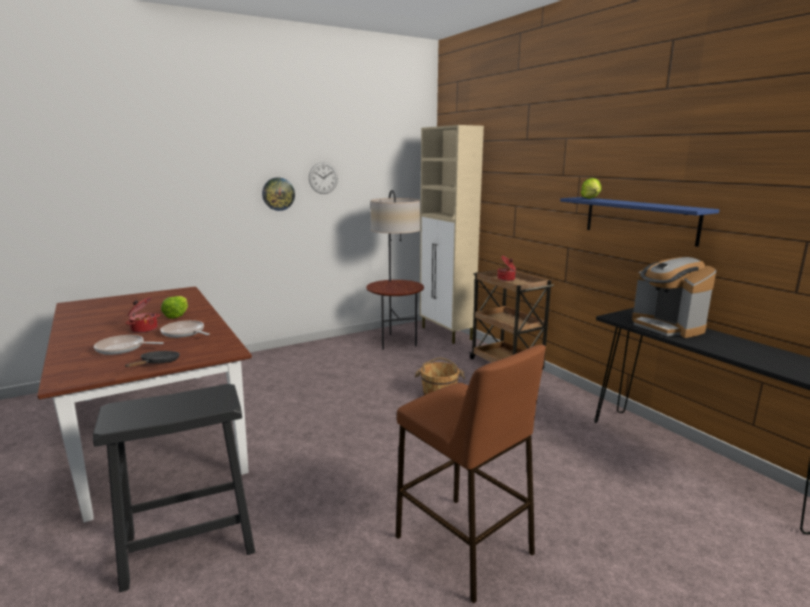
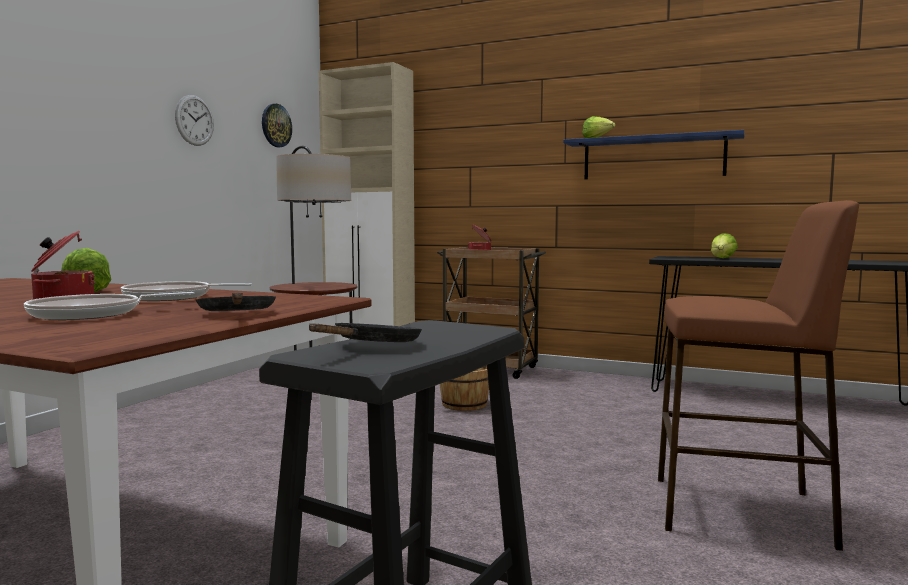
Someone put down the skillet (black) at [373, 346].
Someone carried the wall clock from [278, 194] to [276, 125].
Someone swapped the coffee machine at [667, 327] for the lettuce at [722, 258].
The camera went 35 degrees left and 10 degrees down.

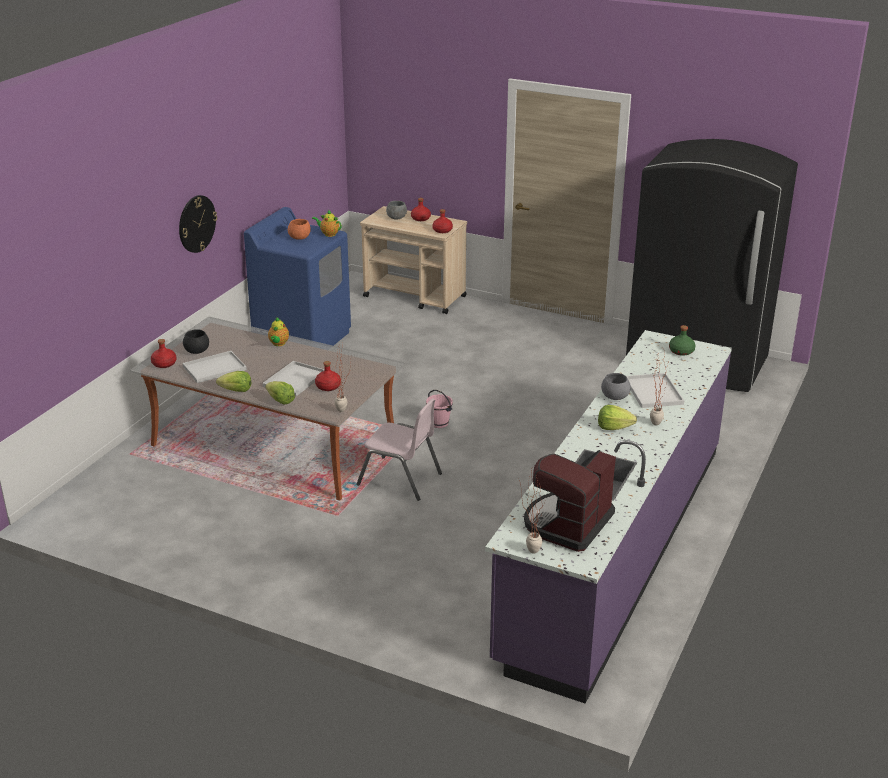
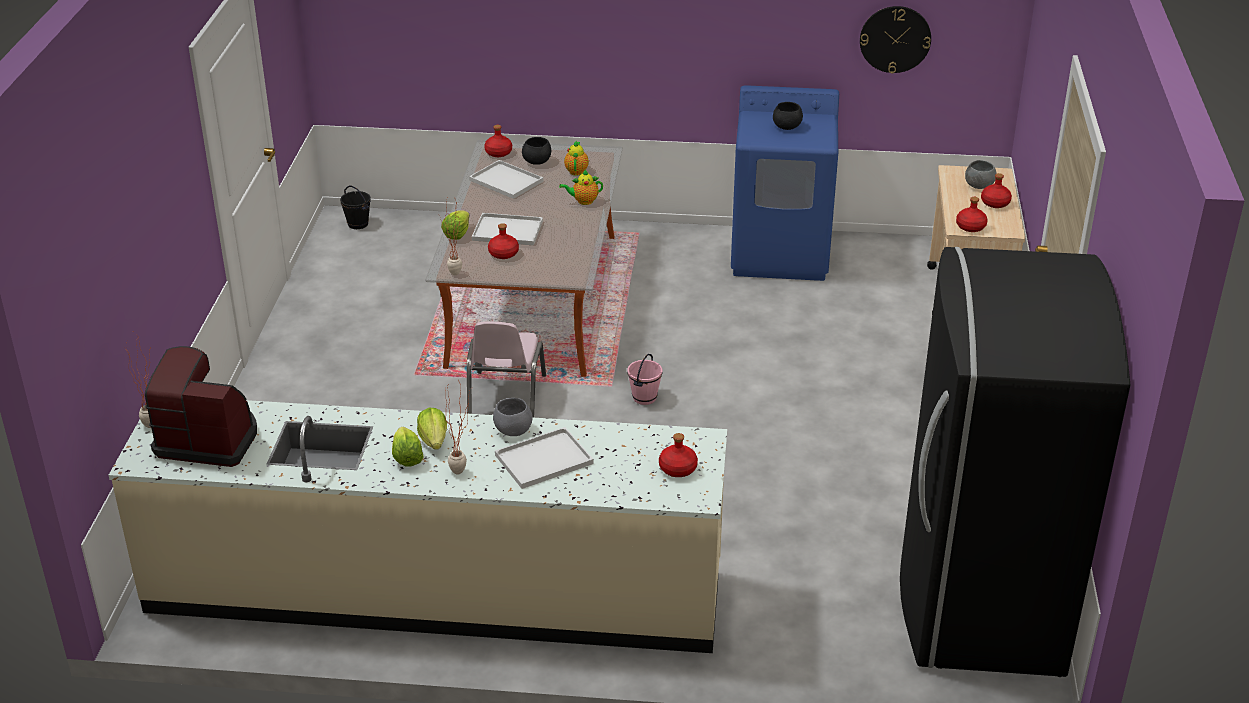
Someone put down the bucket (black) at [358, 224].
Someone carried the wall clock from [196, 223] to [895, 39].
Someone carried the lettuce from [236, 390] to [407, 457].
Someone carried the teapot from [328, 234] to [576, 170].
Someone repainted the deep dish (orangey) at [299, 238], which became the deep dish (black) at [786, 127].
Someone repainted the counter (purple) at [614, 548], which became the counter (sand-coloured) at [435, 589].
Someone repainted the bottle (greenish) at [681, 351], which became the bottle (red) at [677, 468].
The camera went 70 degrees right and 5 degrees up.

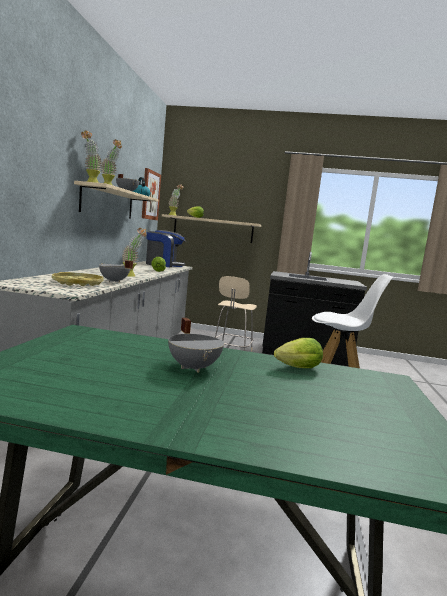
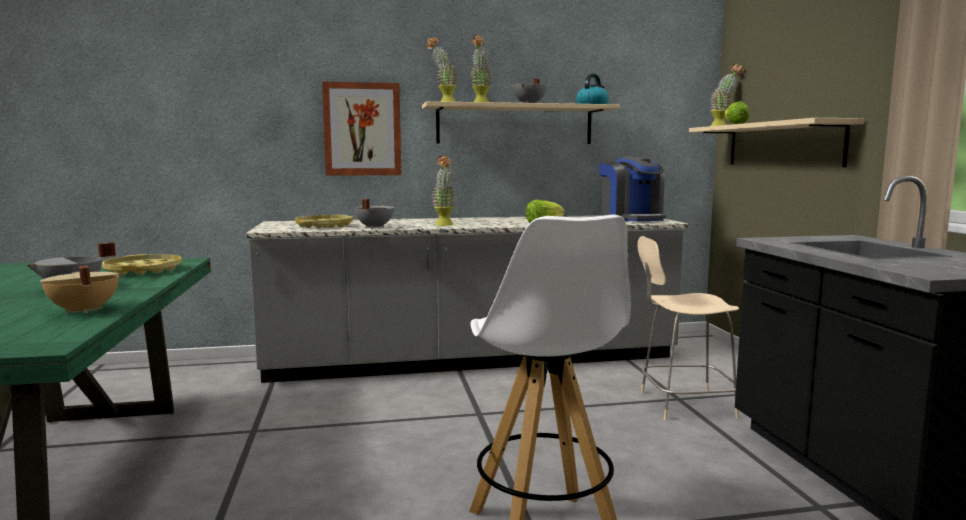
Someone put down the carrying tray (yellow-coloured) at [143, 270].
Someone carried the wall art from [150, 195] to [362, 129].
Someone swapped the lettuce at [295, 368] for the saucepot (sand-coloured) at [82, 311].
The camera went 70 degrees right and 0 degrees up.

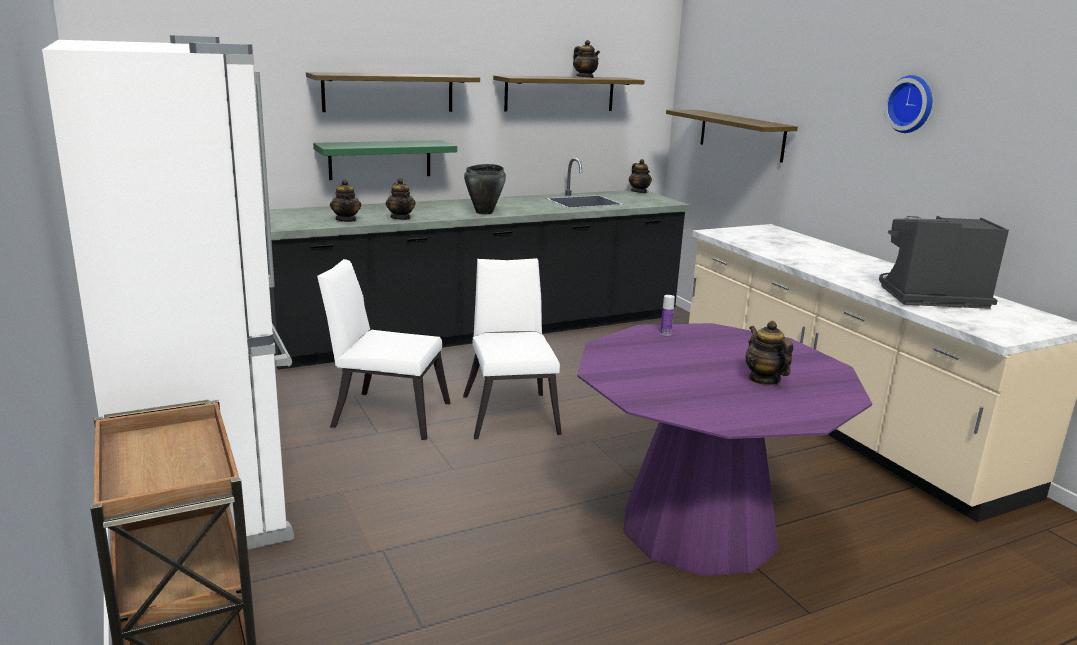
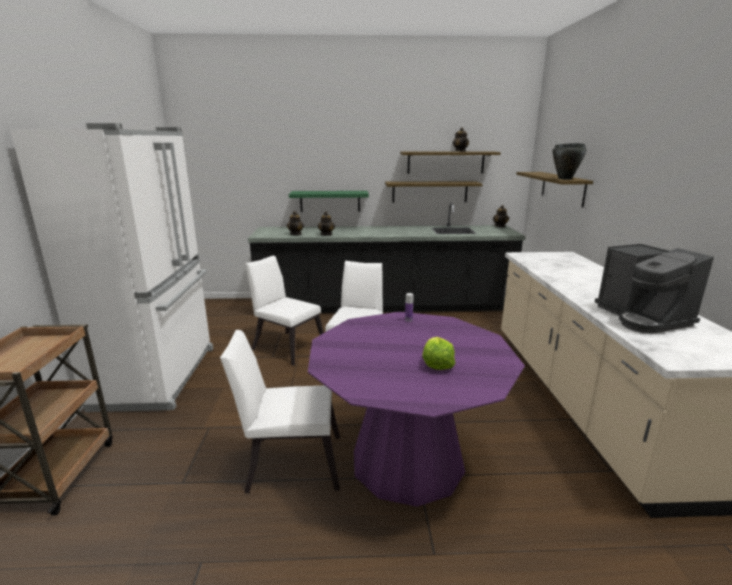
Someone took away the wall clock at [911, 104].
Someone put down the chair (whitish) at [288, 462].
Someone carried the wall shelf from [388, 92] to [429, 191].
Someone carried the saucepot (black) from [484, 212] to [565, 179].
Someone swapped the teapot at [764, 379] for the lettuce at [437, 364].
Someone rotated the coffee machine at [929, 297] by 135 degrees counterclockwise.
The camera went 25 degrees right and 0 degrees up.

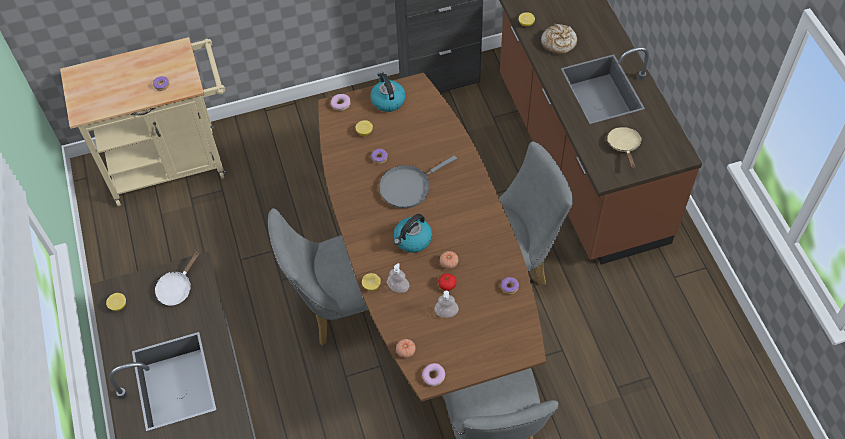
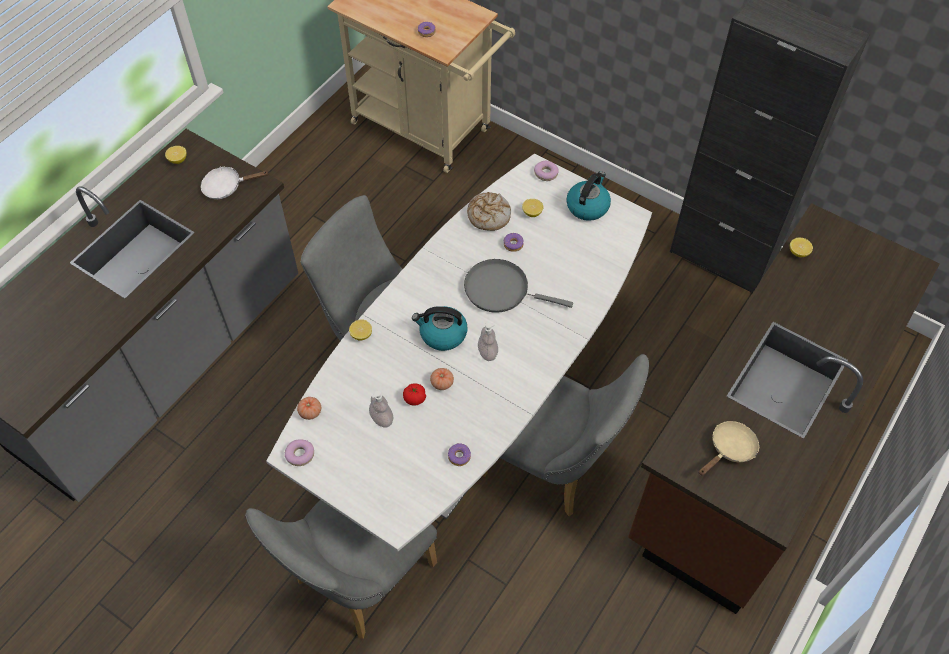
Someone carried the soap dispenser from [398, 287] to [487, 352].
Someone carried the bakery bread from [558, 42] to [488, 215].
Someone repainted the kitchen table (brownish) at [425, 285], which became the kitchen table (whitish) at [474, 407].
The camera went 50 degrees right and 0 degrees up.

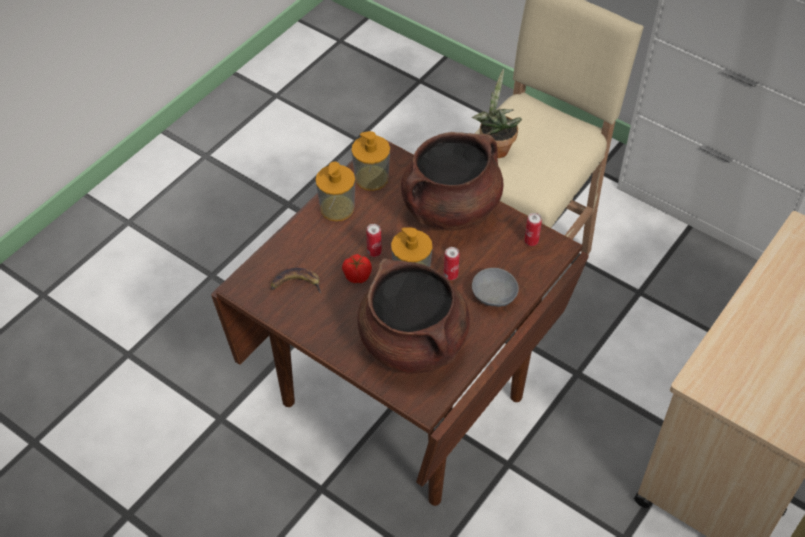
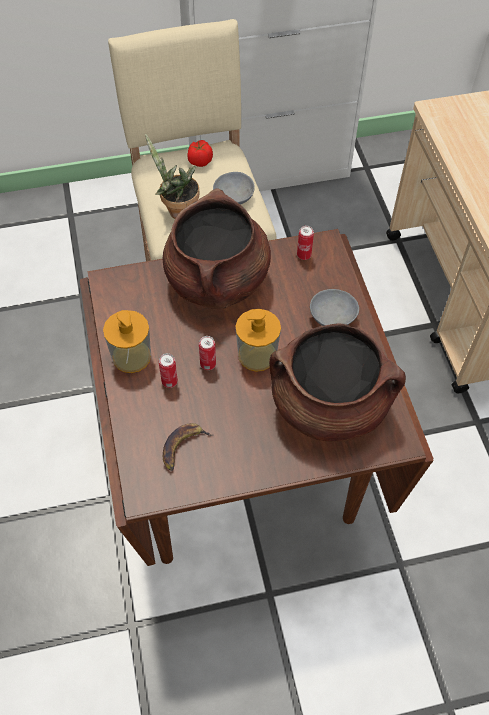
Someone took away the soap dispenser at [371, 178].
Someone put down the deep dish (grey) at [232, 195].
Someone carried the whole tomato from [356, 275] to [199, 161].
Someone carried the metal can from [450, 275] to [169, 381].
The camera went 50 degrees left and 5 degrees up.

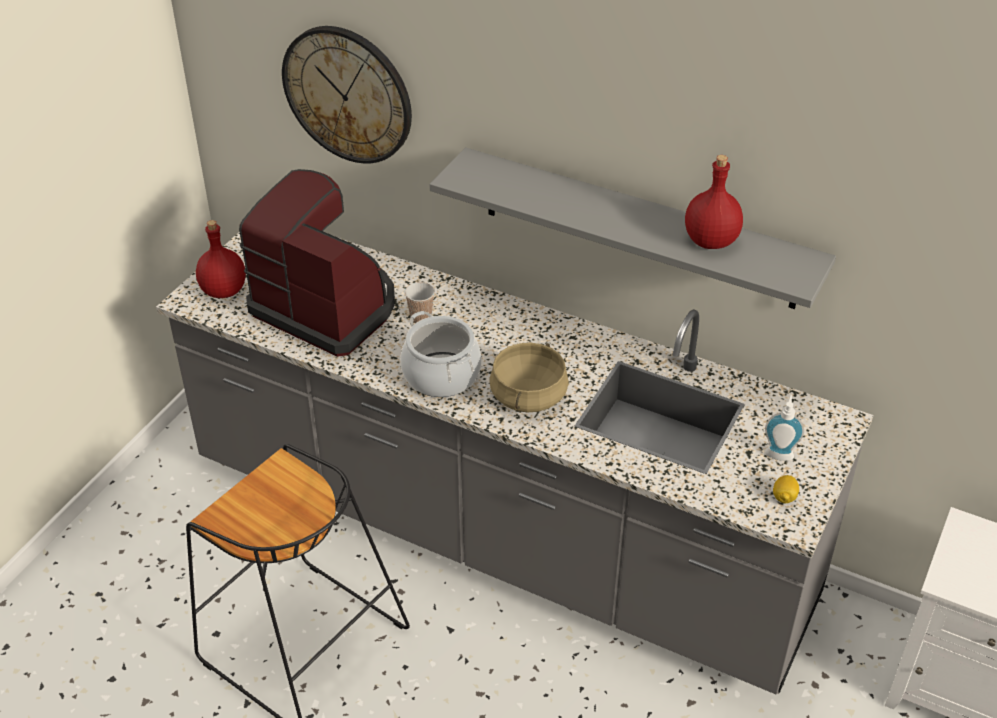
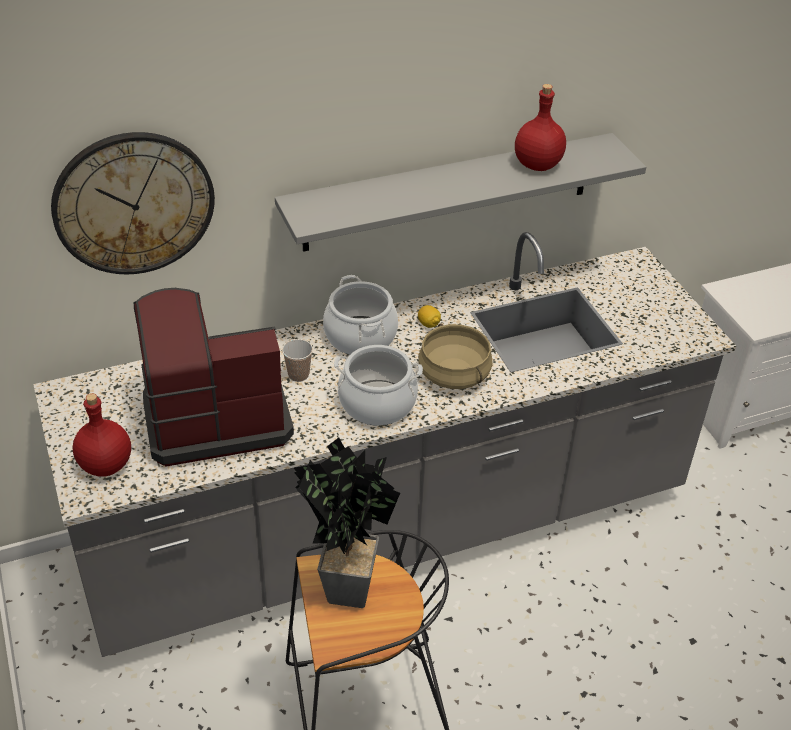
Someone took away the soap dispenser at [779, 452].
Someone put down the plant in a pot at [342, 586].
Someone put down the saucepot at [360, 336].
Someone carried the whole lemon from [784, 497] to [428, 324].
The camera went 50 degrees left and 0 degrees up.

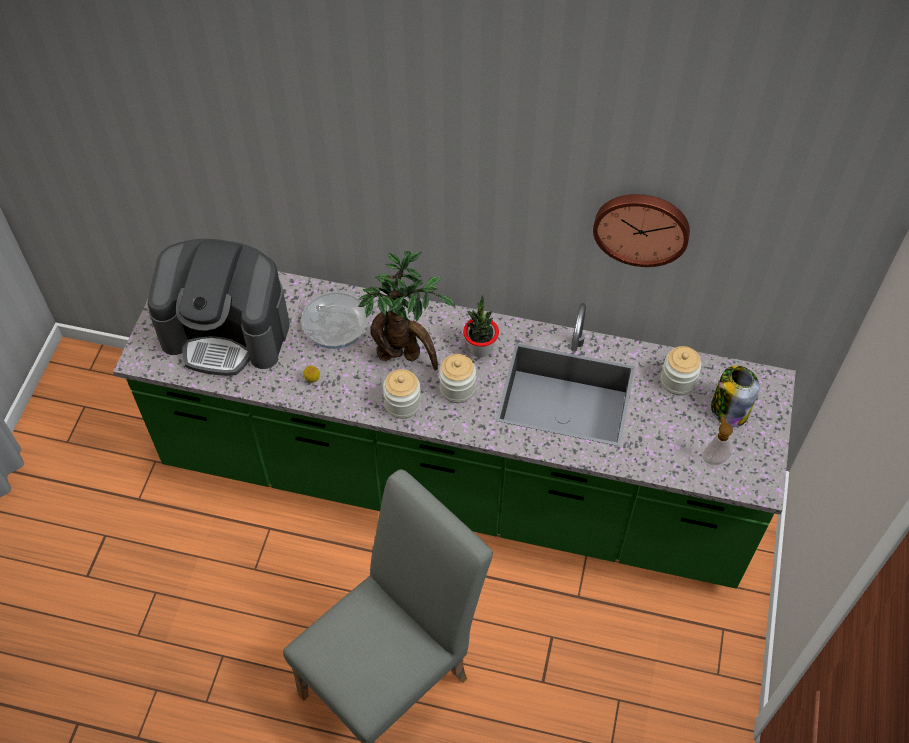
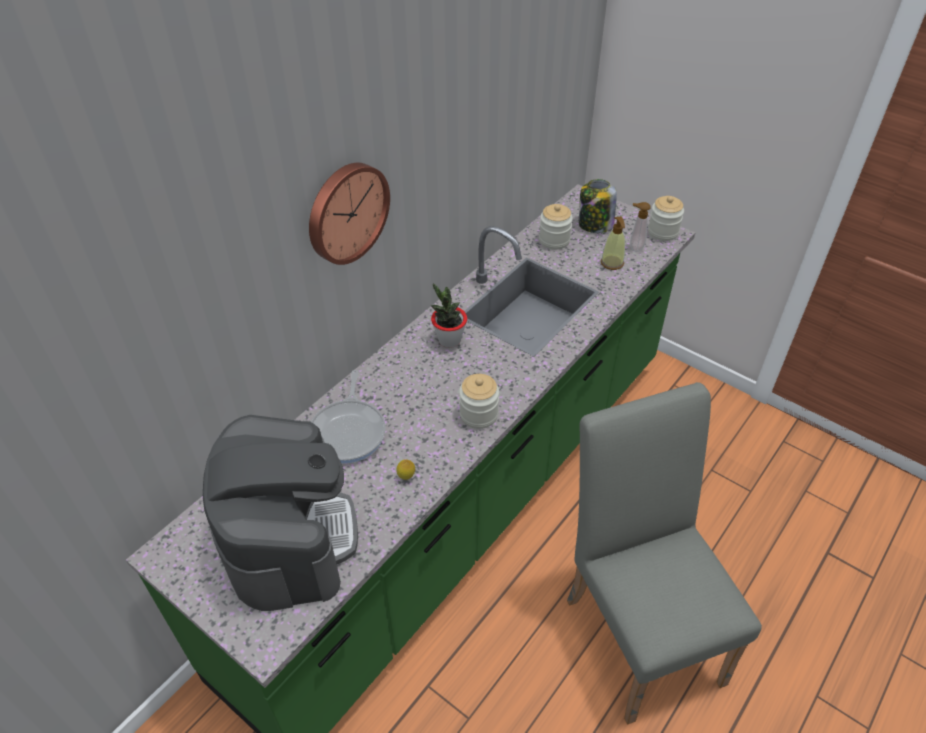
Someone took away the plant in a pot at [404, 355].
Someone put down the soap dispenser at [612, 263].
Someone carried the preserve jar from [457, 388] to [663, 232].
Someone carried the wall clock from [642, 227] to [346, 212].
Someone rotated the coffee machine at [227, 331] by 45 degrees counterclockwise.
The camera went 65 degrees left and 10 degrees down.

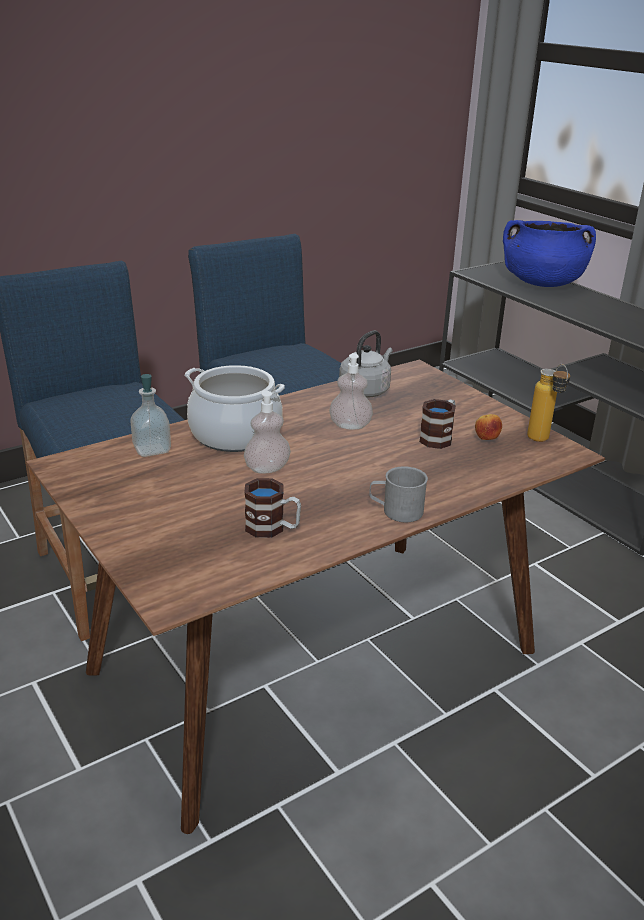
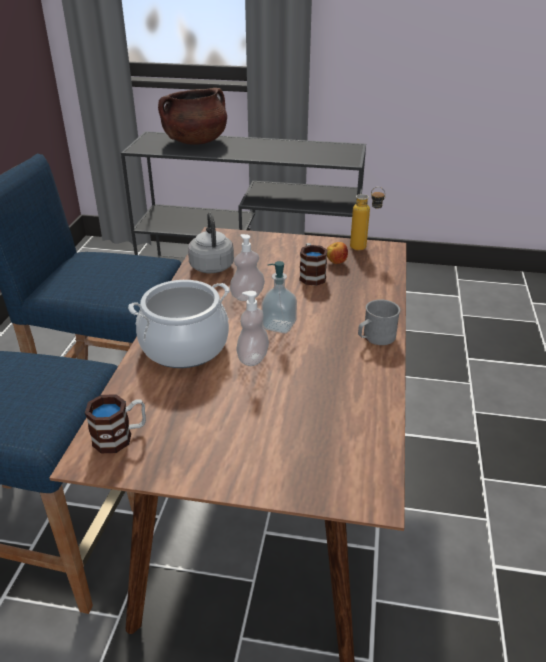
Someone carried the soap dispenser from [152, 449] to [279, 325].
Someone carried the coffee mug from [272, 528] to [120, 437].
Someone repainted the saucepot (blue-coloured) at [542, 283], which became the saucepot (brownish) at [195, 141].
The camera went 45 degrees left and 5 degrees up.

